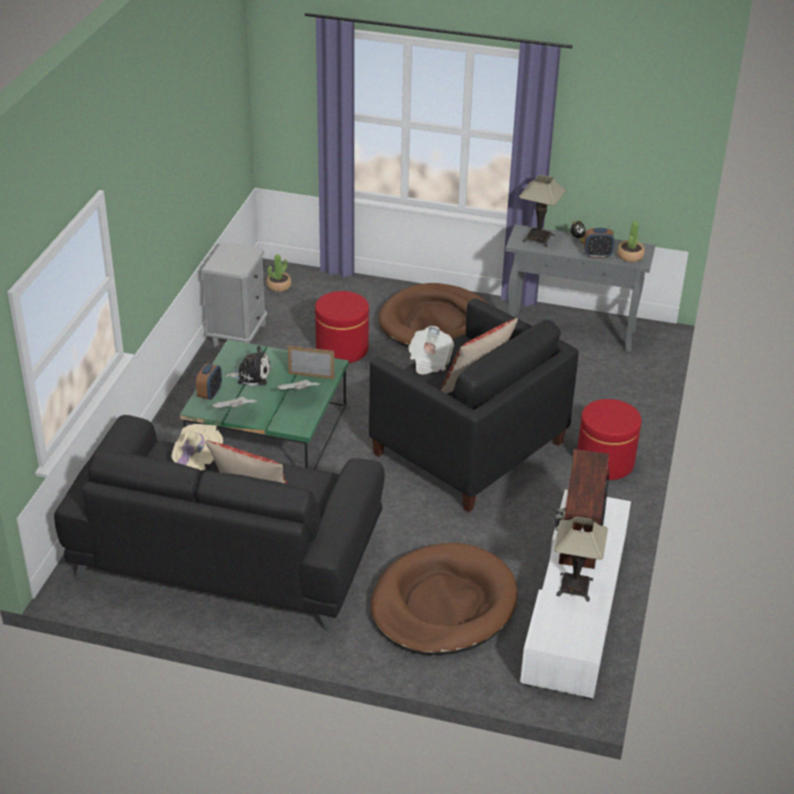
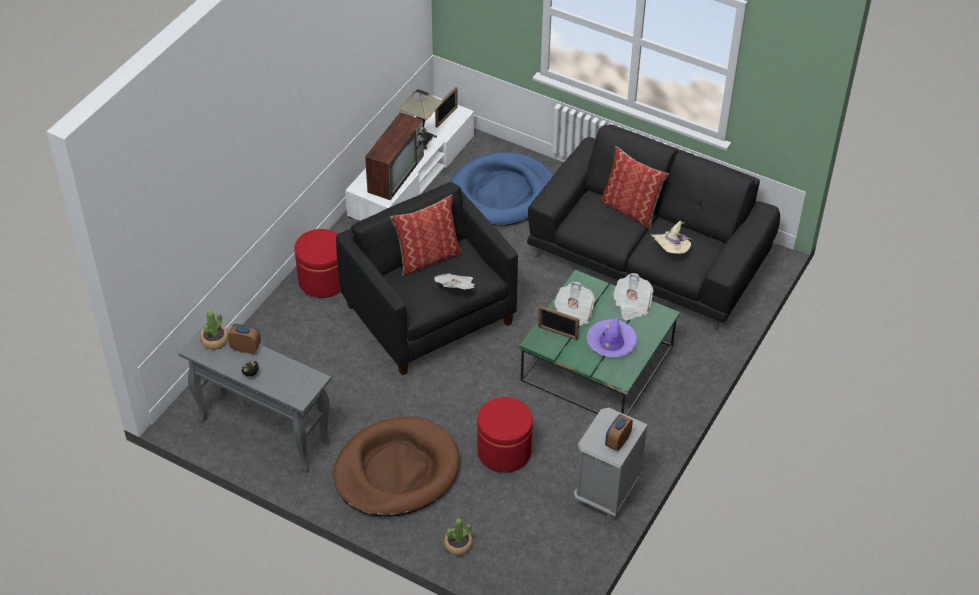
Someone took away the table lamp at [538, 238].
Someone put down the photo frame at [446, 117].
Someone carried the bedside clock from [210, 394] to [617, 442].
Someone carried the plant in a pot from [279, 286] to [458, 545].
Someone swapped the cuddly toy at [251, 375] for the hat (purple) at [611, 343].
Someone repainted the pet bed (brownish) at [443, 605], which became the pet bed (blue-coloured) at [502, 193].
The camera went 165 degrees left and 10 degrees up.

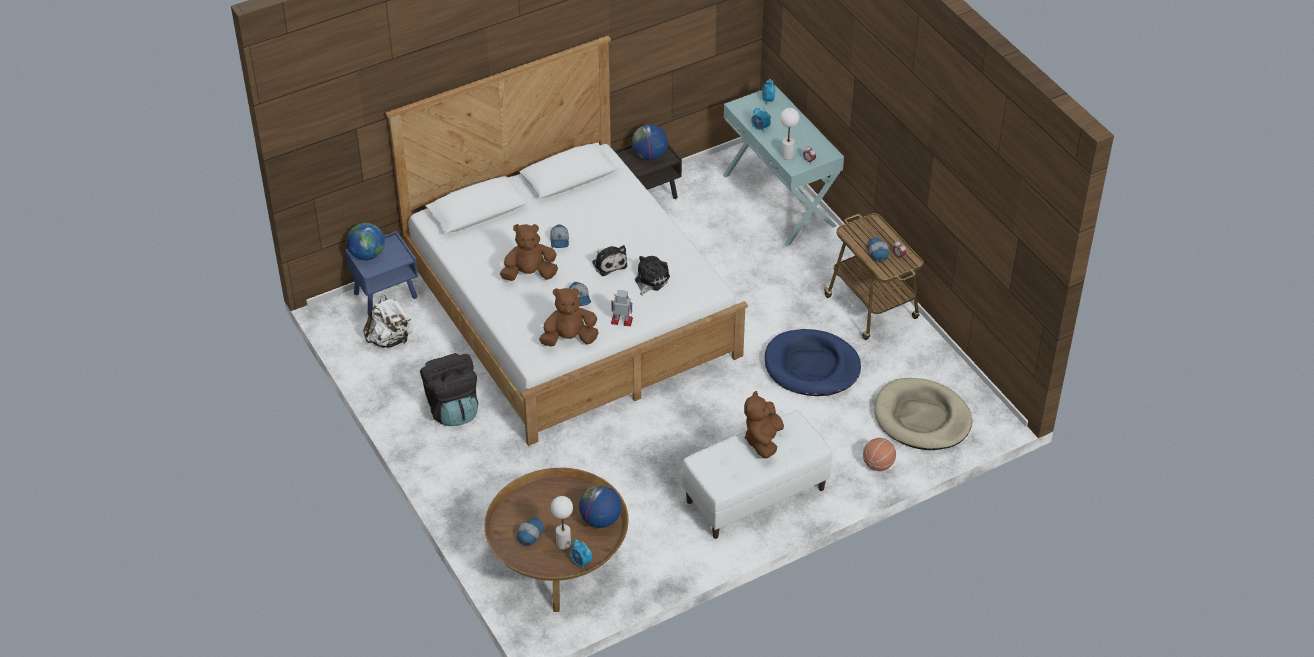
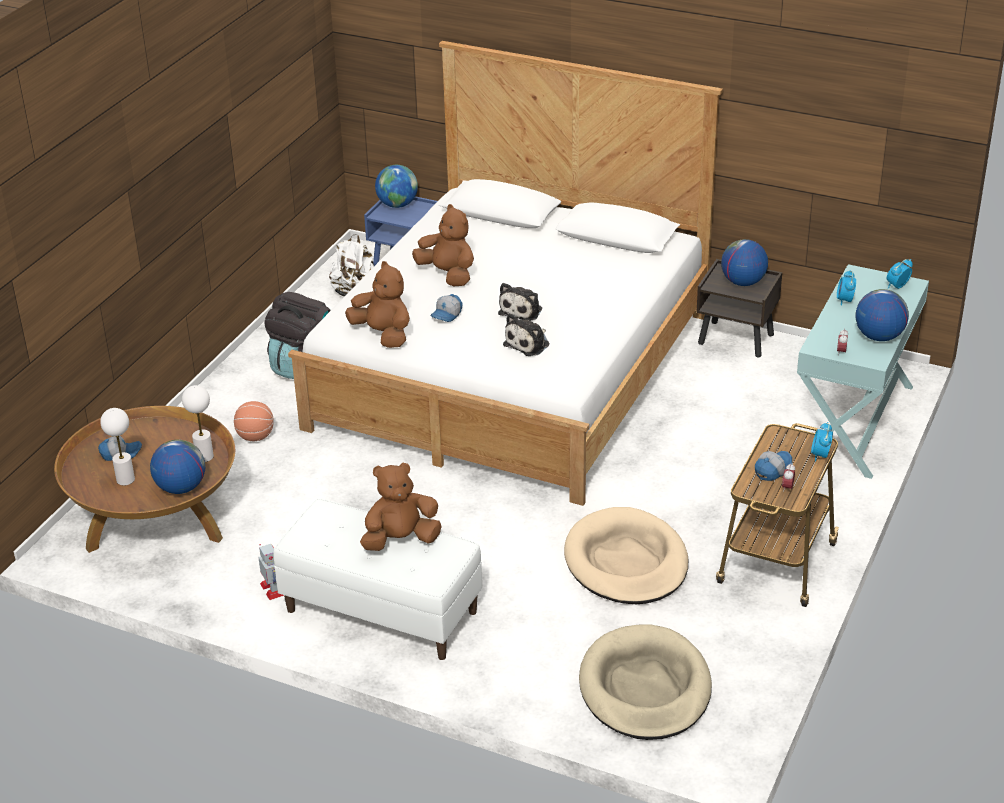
Someone took away the peaked cap at [560, 241].
Someone put down the desk globe at [878, 336].
Someone carried the bedside clock from [581, 562] to [820, 455].
Someone carried the toy robot from [622, 320] to [273, 589].
Someone carried the table lamp (whitish) from [787, 155] to [204, 456].
Someone carried the basketball from [878, 464] to [256, 436].
Someone repainted the pet bed (blue-coloured) at [811, 366], which became the pet bed (sand-coloured) at [626, 562].
Someone rotated the cuddly toy at [650, 280] by 135 degrees clockwise.
The camera went 55 degrees right and 10 degrees down.

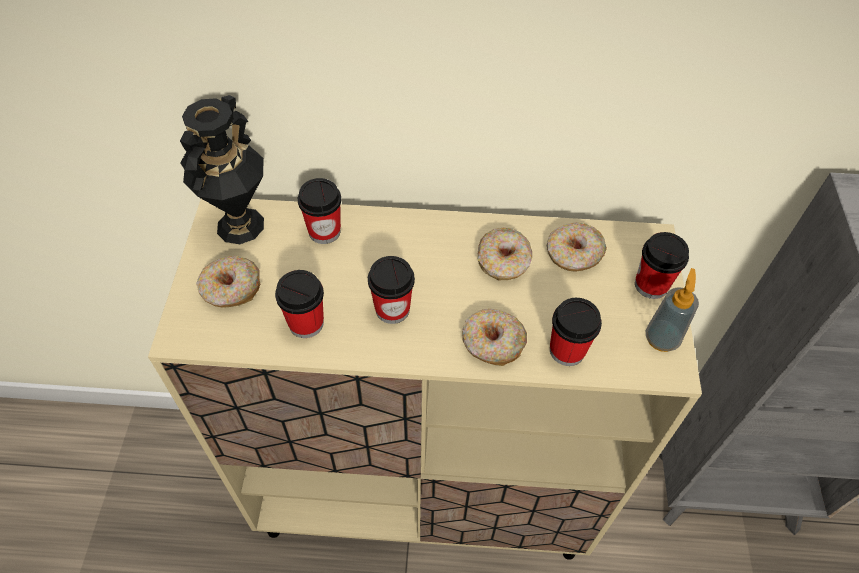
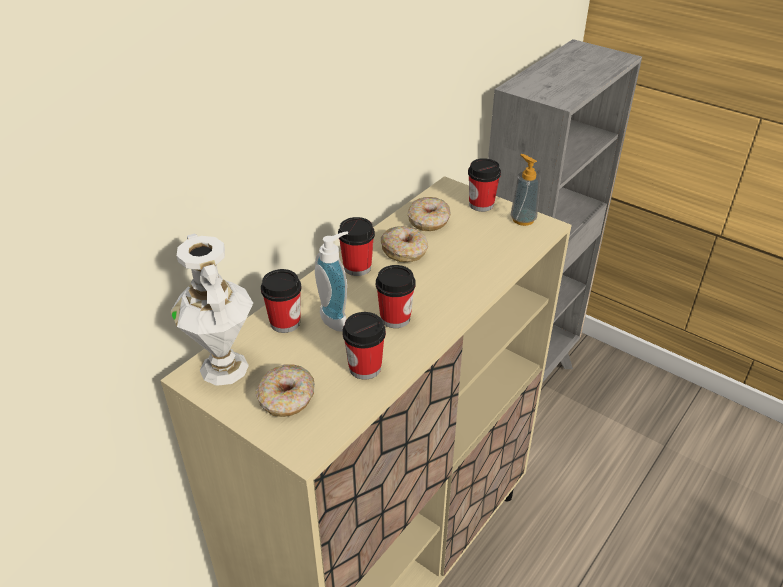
Someone took away the doughnut at [492, 343].
Someone put down the soap dispenser at [337, 318].
Someone carried the cup from [567, 350] to [357, 267].
Someone repainted the decorative vase (black) at [241, 226], which became the decorative vase (whitish) at [225, 367].
The camera went 55 degrees left and 15 degrees down.

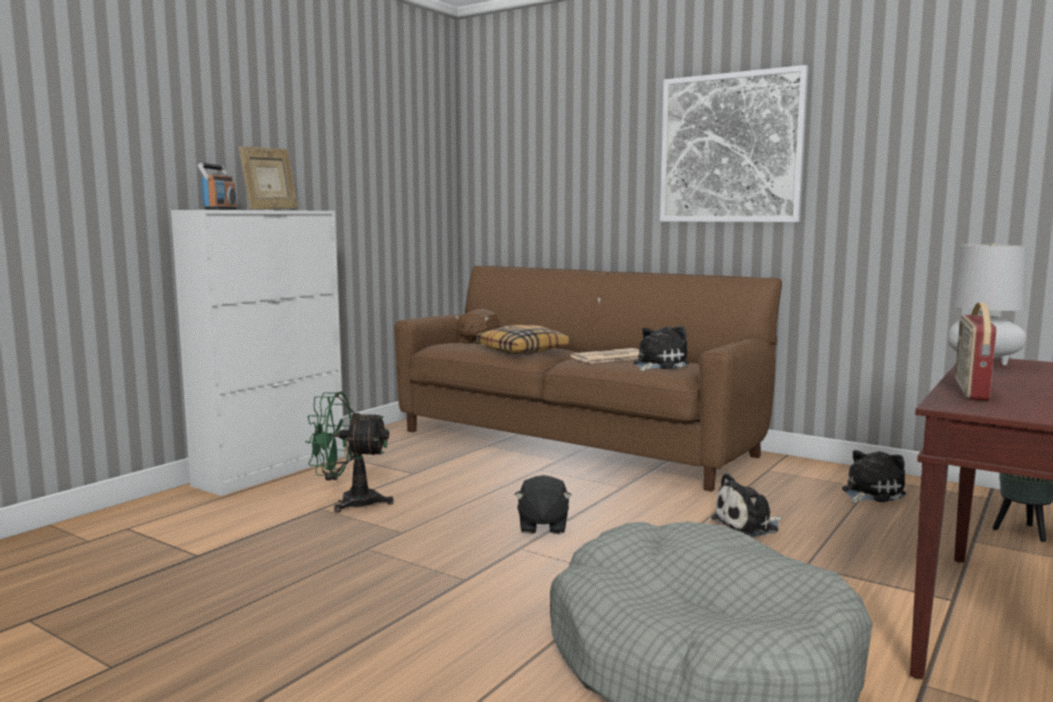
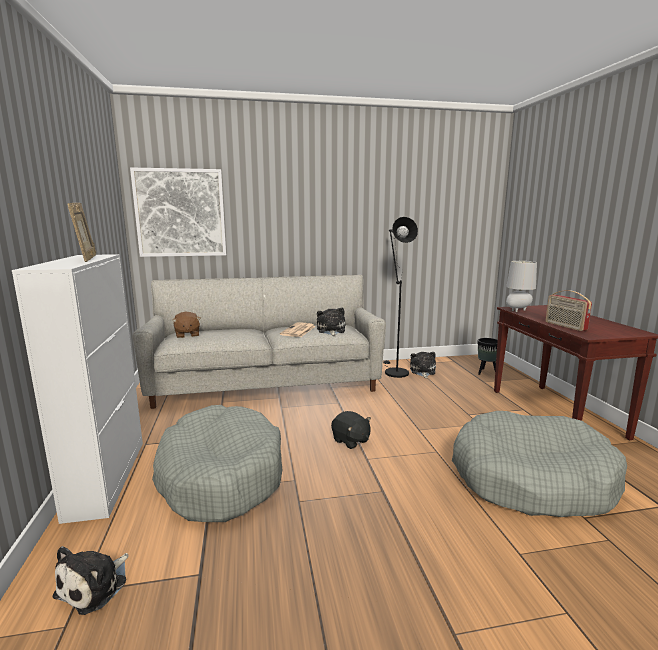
Someone took away the radio set at [220, 209].
Someone took away the pillow at [523, 351].
Someone put down the floor lamp (black) at [394, 371].
Someone carried the wall art from [731, 148] to [180, 213].
Someone carried the cuddly toy from [748, 525] to [95, 586].
Someone swapped the electric fan (greenish) at [349, 502] for the pet bed (grey) at [220, 475].
Someone repainted the couch (brownish) at [575, 443], which became the couch (grey) at [266, 384].
The camera went 45 degrees left and 5 degrees up.

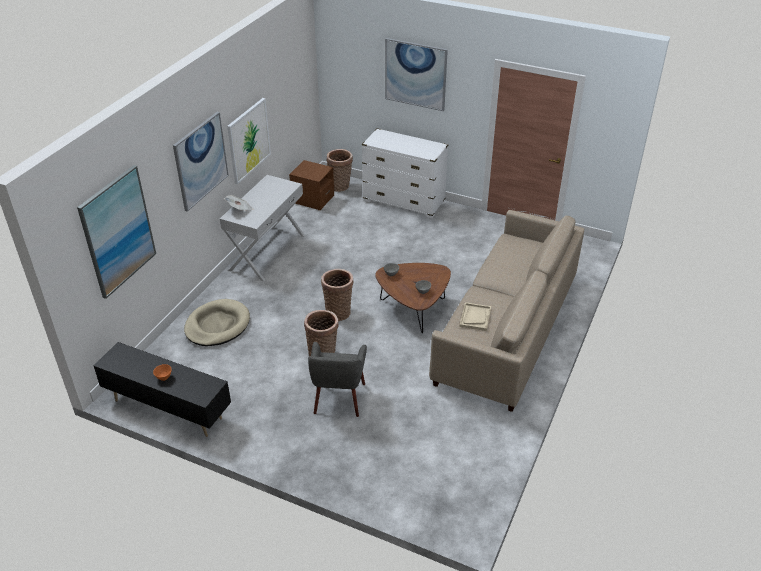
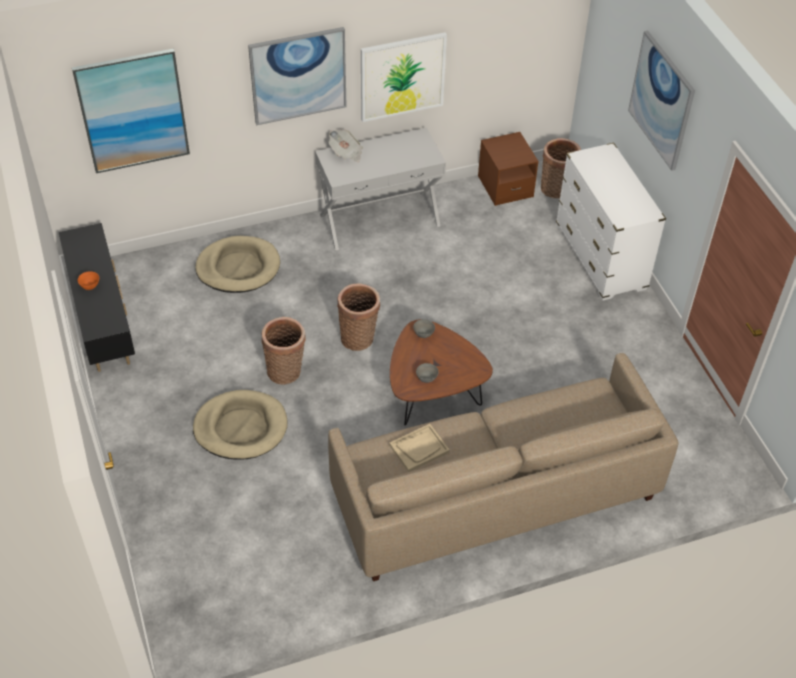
Someone swapped the lounge chair (grey) at [338, 398] for the pet bed (sand-coloured) at [241, 427].
The camera went 45 degrees right and 10 degrees up.

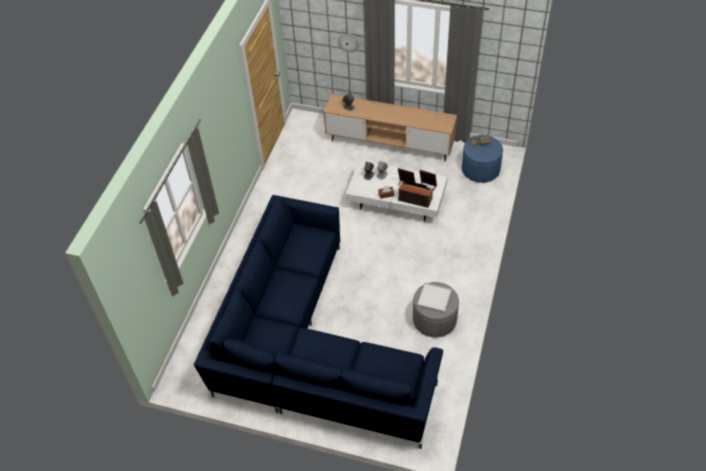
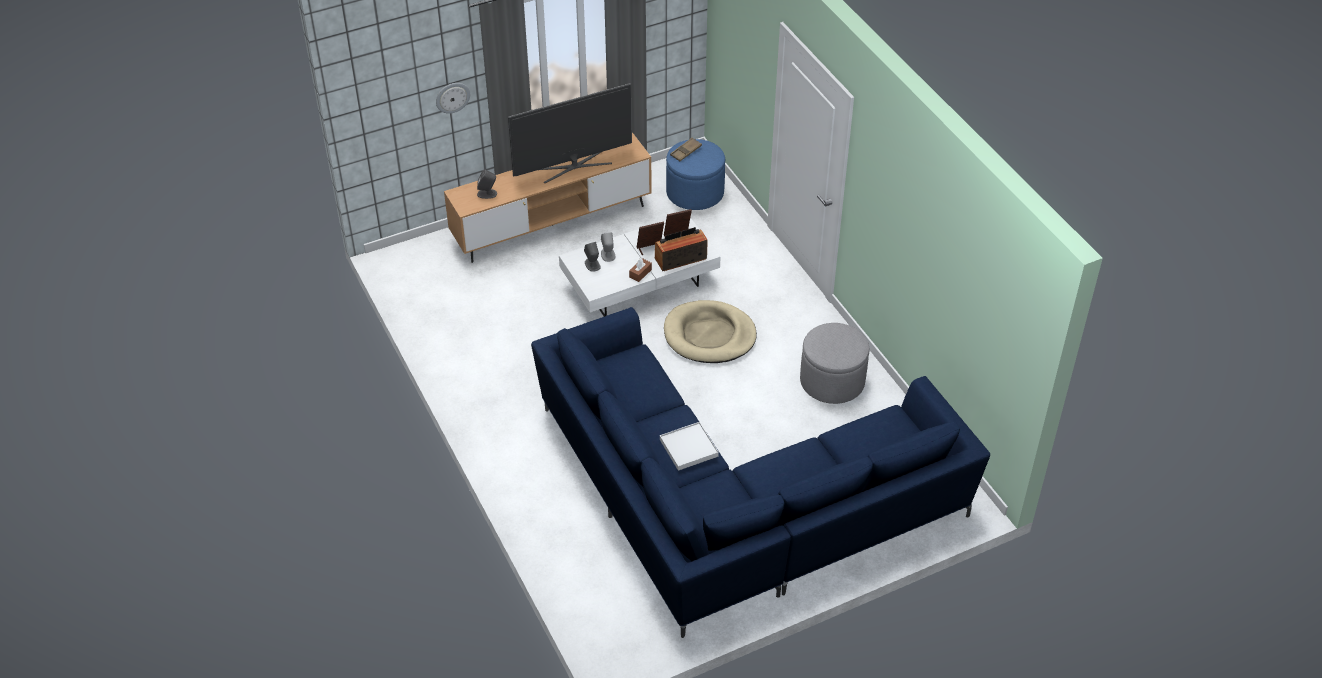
Someone put down the TV set at [574, 166].
Someone put down the pet bed (sand-coloured) at [709, 335].
Someone carried the carrying tray (whitish) from [434, 298] to [689, 448].
The camera went 45 degrees left and 5 degrees down.

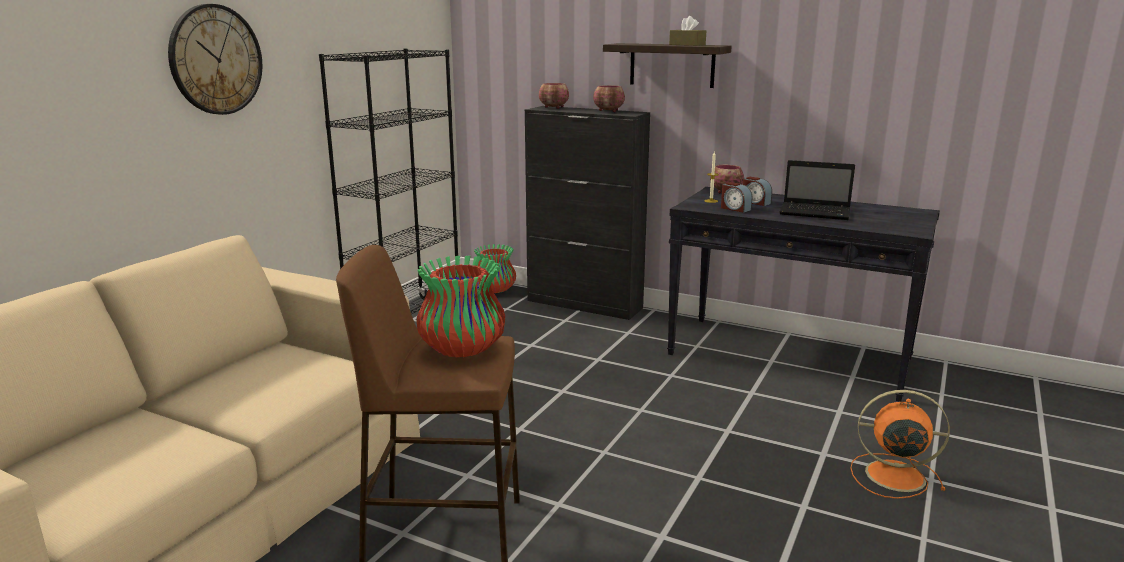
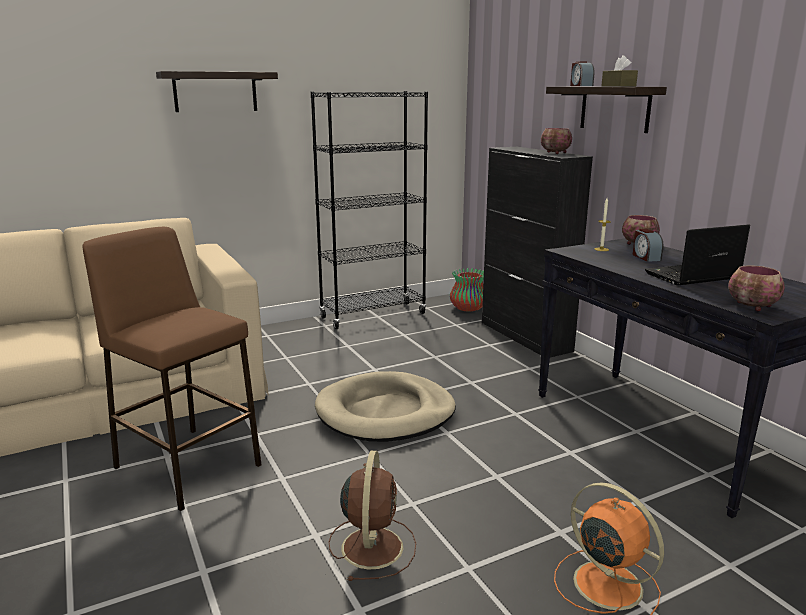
Someone took away the decorative vase at [461, 348].
Someone put down the pet bed (sand-coloured) at [385, 412].
Someone put down the electric fan (brownish) at [372, 545].
Someone carried the deep dish from [554, 108] to [753, 307].
Someone carried the bedside clock from [735, 209] to [580, 86].
Someone swapped the wall clock at [215, 60] for the wall shelf at [215, 92].
Someone rotated the notebook computer at [816, 213] by 105 degrees clockwise.
The camera went 35 degrees right and 0 degrees up.

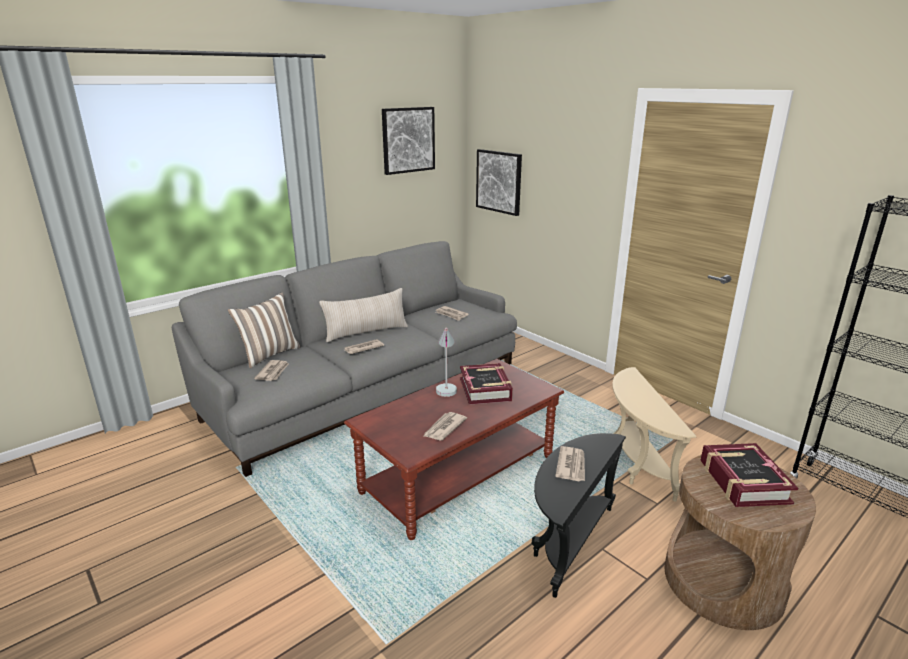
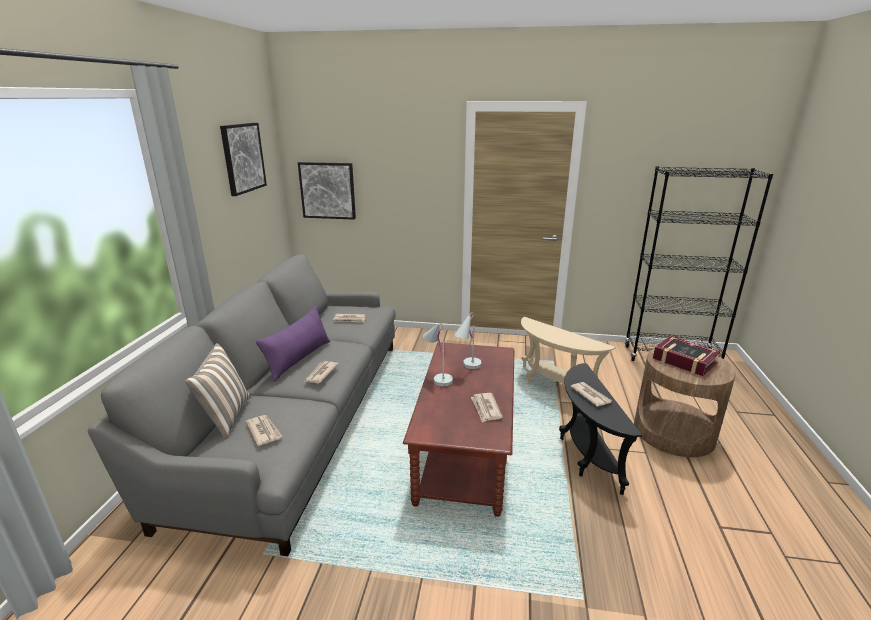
Someone swapped the volume at [485, 389] for the table lamp (whitish) at [467, 367].
Someone repainted the pillow (sand-coloured) at [366, 332], which became the pillow (purple) at [298, 359].
The camera went 40 degrees left and 0 degrees up.

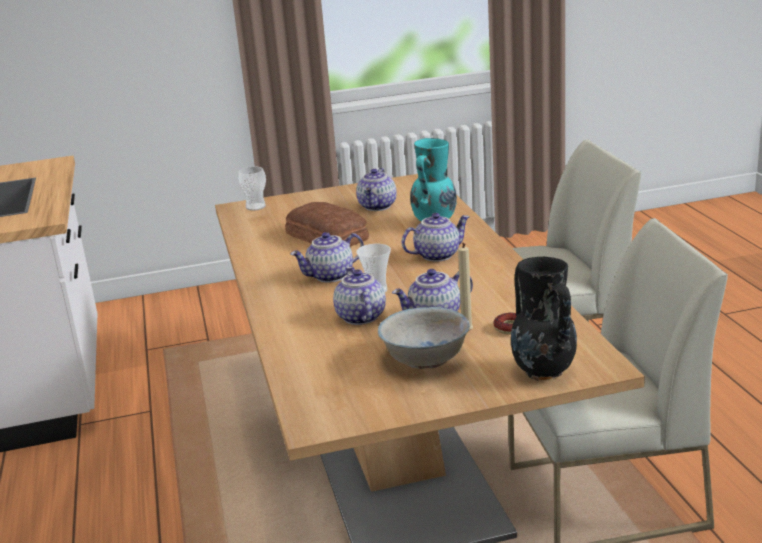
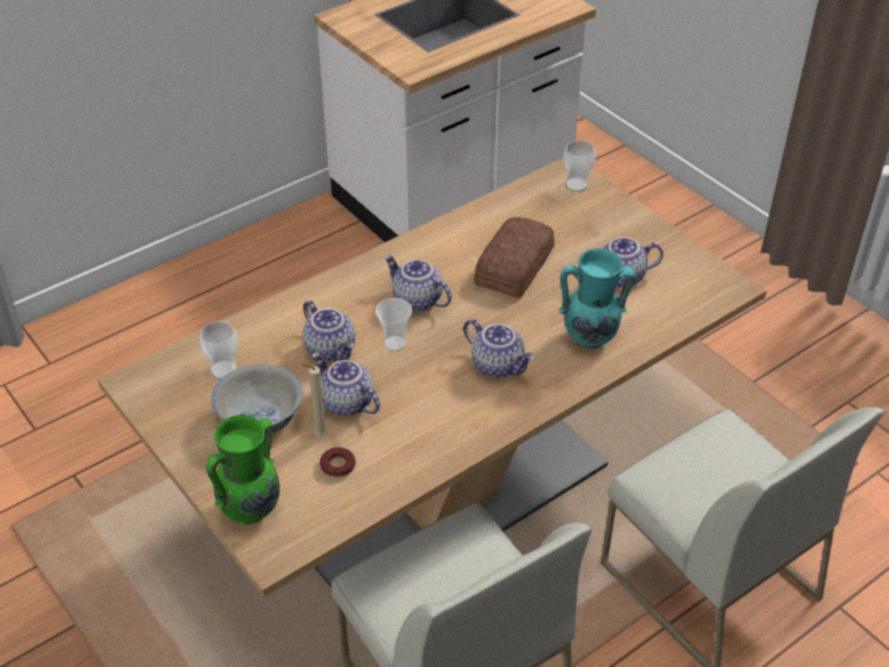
Someone put down the cup at [224, 370].
Someone repainted the decorative vase (black) at [543, 372], which became the decorative vase (greenish) at [252, 510].
Someone rotated the teapot at [359, 317] by 90 degrees clockwise.
The camera went 65 degrees right and 20 degrees up.

